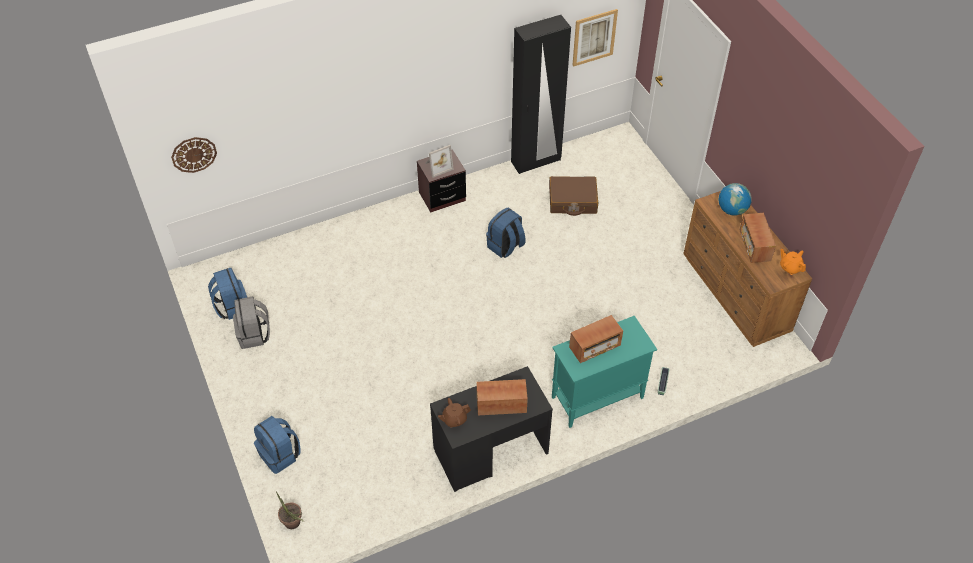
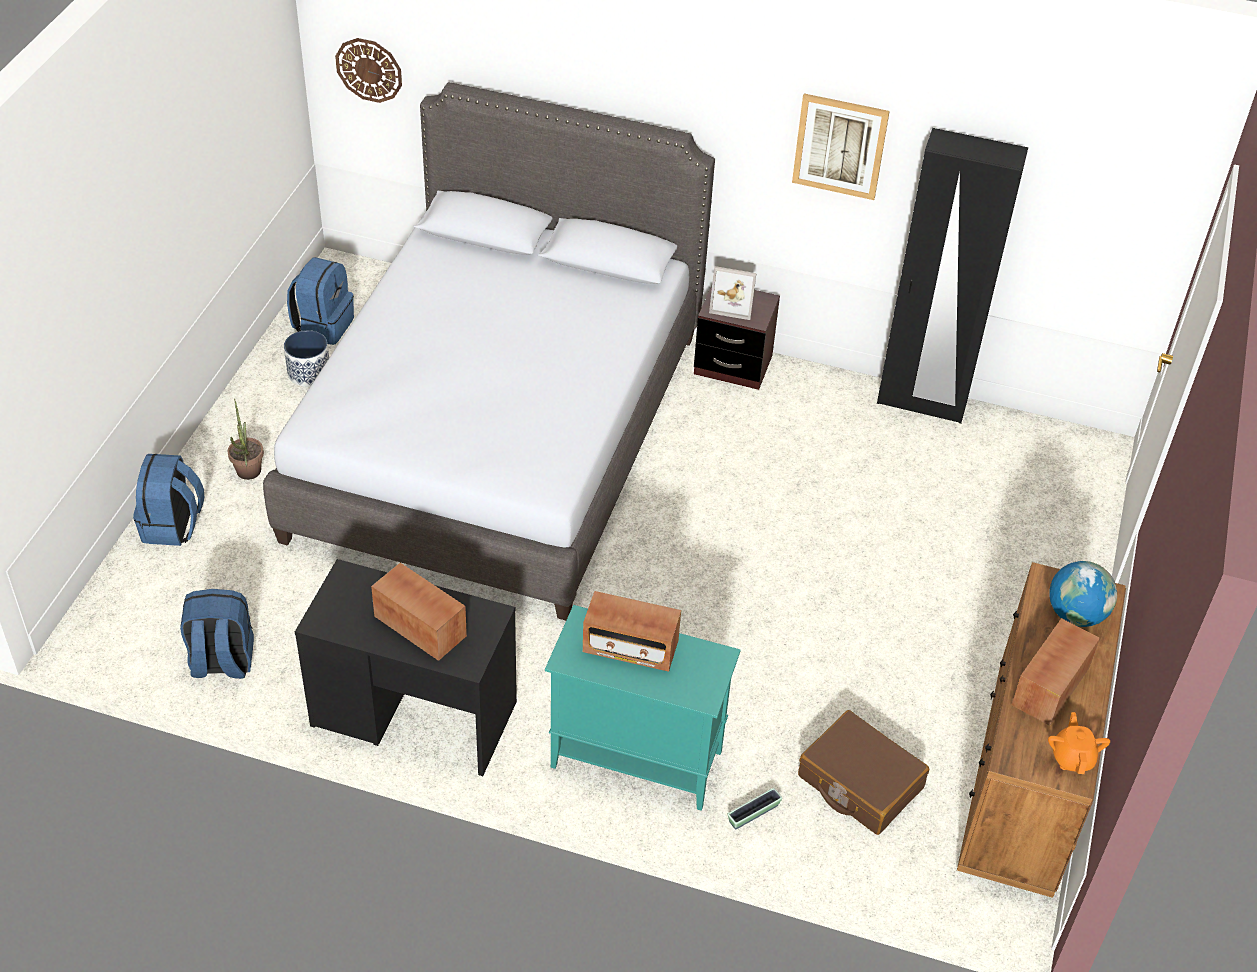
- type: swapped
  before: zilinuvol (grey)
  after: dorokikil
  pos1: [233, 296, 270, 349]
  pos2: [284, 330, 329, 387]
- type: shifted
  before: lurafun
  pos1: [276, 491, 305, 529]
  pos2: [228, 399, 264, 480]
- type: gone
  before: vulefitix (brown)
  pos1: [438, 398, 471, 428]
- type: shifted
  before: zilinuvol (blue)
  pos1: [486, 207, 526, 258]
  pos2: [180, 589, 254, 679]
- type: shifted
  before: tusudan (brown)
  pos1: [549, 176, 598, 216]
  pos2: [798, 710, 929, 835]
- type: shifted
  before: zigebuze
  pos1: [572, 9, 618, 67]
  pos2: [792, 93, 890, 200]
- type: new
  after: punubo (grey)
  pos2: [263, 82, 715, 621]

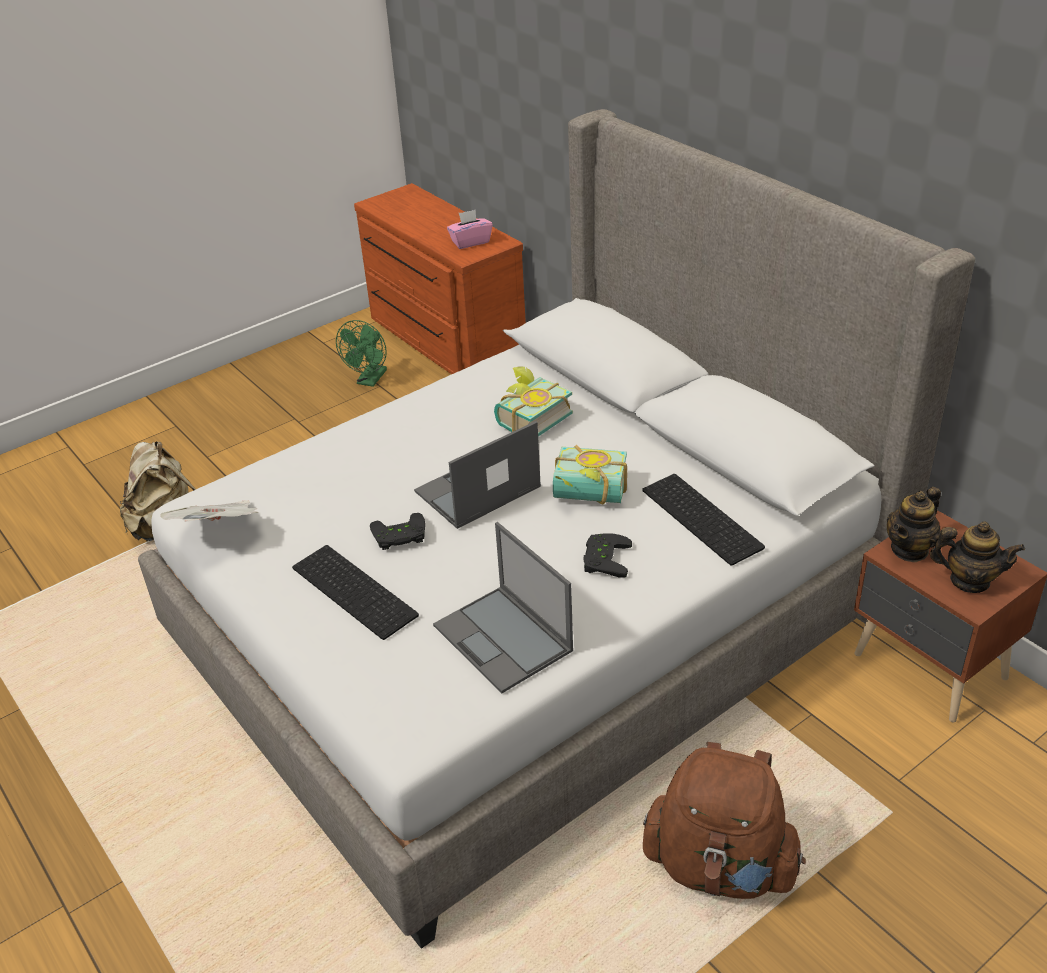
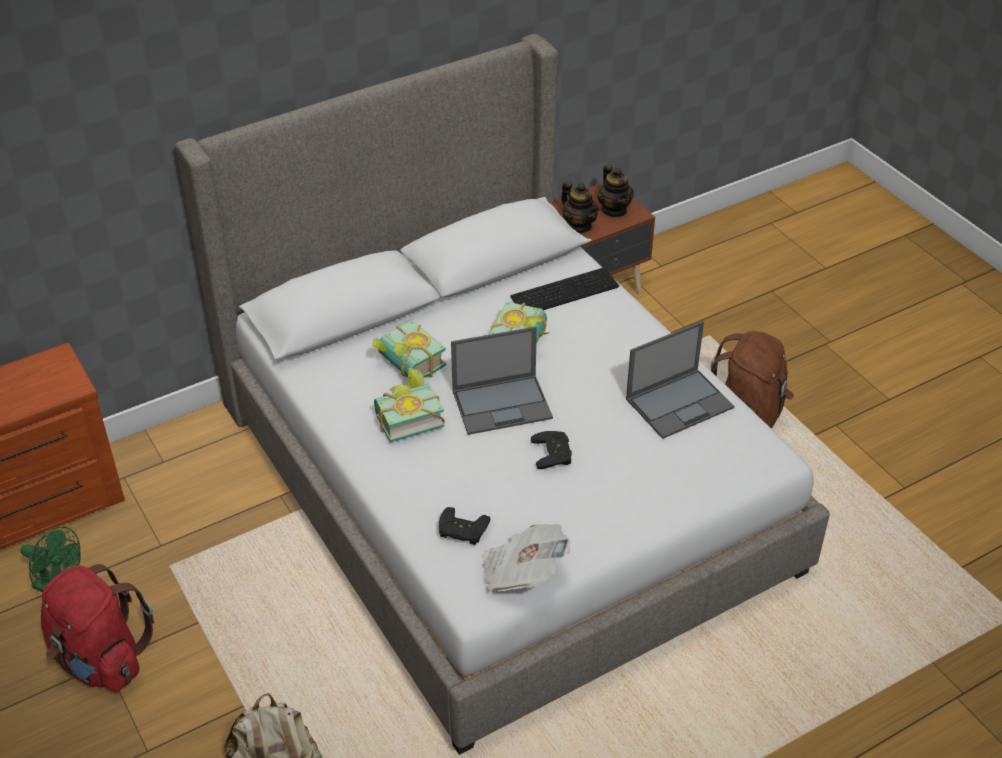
- type: gone
  before: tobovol
  pos1: [292, 545, 419, 640]
- type: rotated
  before: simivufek
  pos1: [414, 421, 541, 529]
  pos2: [451, 326, 553, 435]
  turn: -75
- type: gone
  before: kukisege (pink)
  pos1: [447, 209, 493, 249]
- type: shifted
  before: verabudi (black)
  pos1: [584, 533, 632, 578]
  pos2: [439, 507, 490, 545]
- type: rotated
  before: vulefitix
  pos1: [930, 521, 1025, 593]
  pos2: [597, 164, 634, 217]
  turn: 135
- type: new
  after: zilinuvol (red)
  pos2: [41, 564, 154, 692]
- type: new
  after: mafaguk
  pos2: [374, 368, 445, 443]

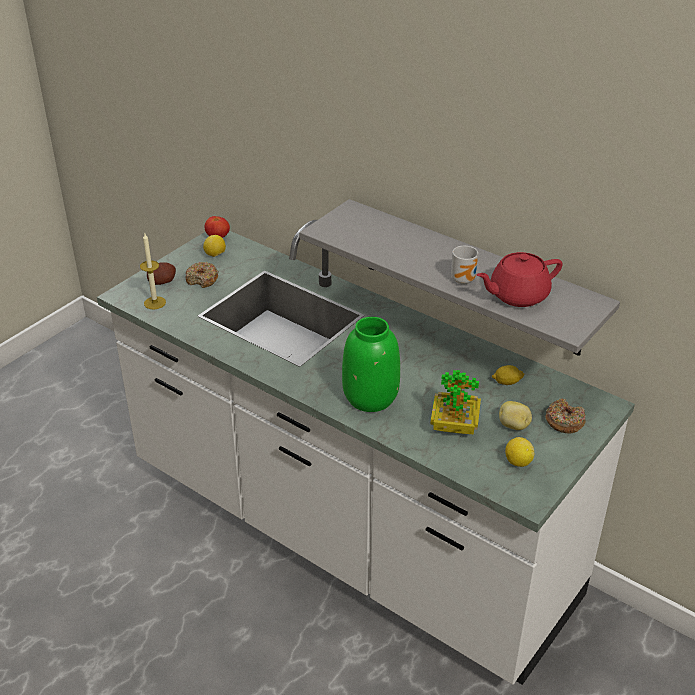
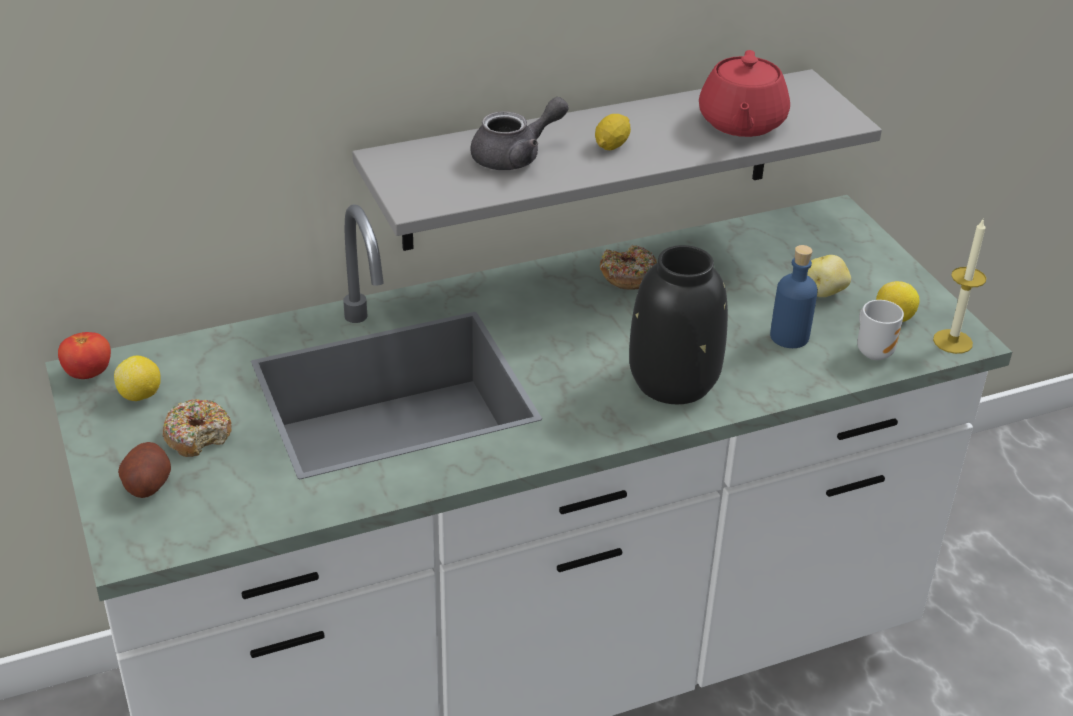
- type: shifted
  before: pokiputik
  pos1: [140, 234, 166, 310]
  pos2: [933, 218, 986, 354]
- type: repainted
  before: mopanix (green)
  after: mopanix (black)
  pos1: [342, 317, 400, 412]
  pos2: [629, 245, 728, 404]
- type: swapped
  before: lurafun
  after: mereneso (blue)
  pos1: [430, 370, 481, 434]
  pos2: [770, 245, 818, 348]
- type: shifted
  before: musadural
  pos1: [451, 246, 478, 285]
  pos2: [857, 300, 904, 360]
- type: shifted
  before: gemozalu
  pos1: [492, 365, 525, 385]
  pos2: [595, 114, 631, 150]
- type: shifted
  before: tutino
  pos1: [545, 399, 586, 434]
  pos2: [600, 245, 657, 290]
- type: new
  after: vulefitix (grey)
  pos2: [470, 97, 568, 170]

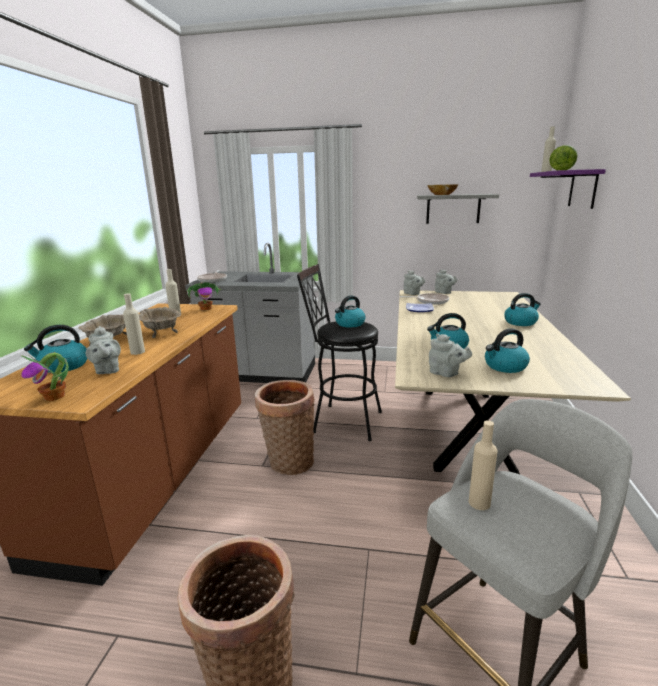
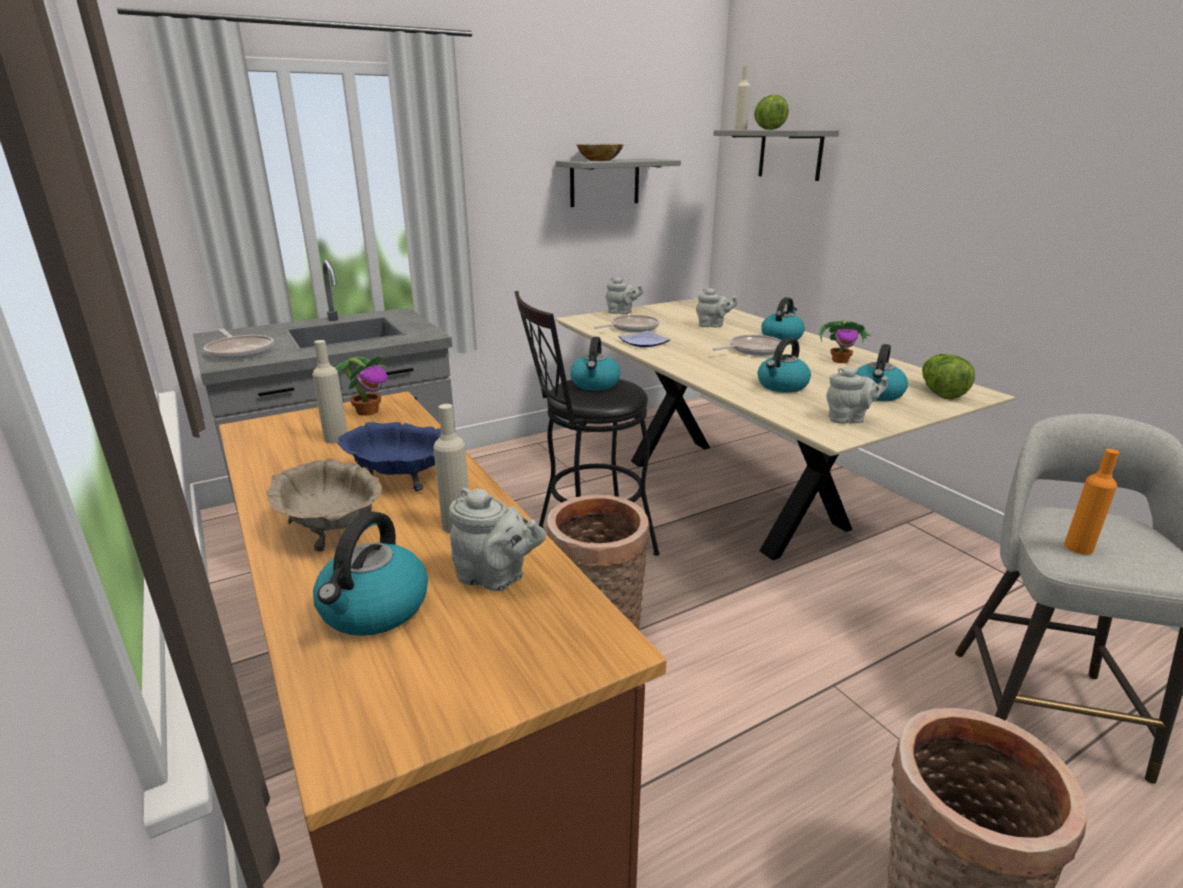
- type: shifted
  before: lurafun
  pos1: [21, 352, 69, 401]
  pos2: [819, 320, 871, 363]
- type: repainted
  before: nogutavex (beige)
  after: nogutavex (blue)
  pos1: [139, 307, 181, 338]
  pos2: [337, 422, 441, 492]
- type: shifted
  before: vulefitix (grey)
  pos1: [403, 270, 425, 295]
  pos2: [696, 288, 738, 328]
- type: repainted
  before: mereneso (beige)
  after: mereneso (orange)
  pos1: [469, 420, 498, 510]
  pos2: [1064, 449, 1119, 555]
- type: repainted
  before: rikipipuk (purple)
  after: rikipipuk (grey)
  pos1: [530, 169, 606, 209]
  pos2: [713, 130, 839, 181]
- type: new
  after: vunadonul
  pos2: [712, 335, 782, 356]
- type: new
  after: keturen
  pos2: [922, 354, 975, 399]

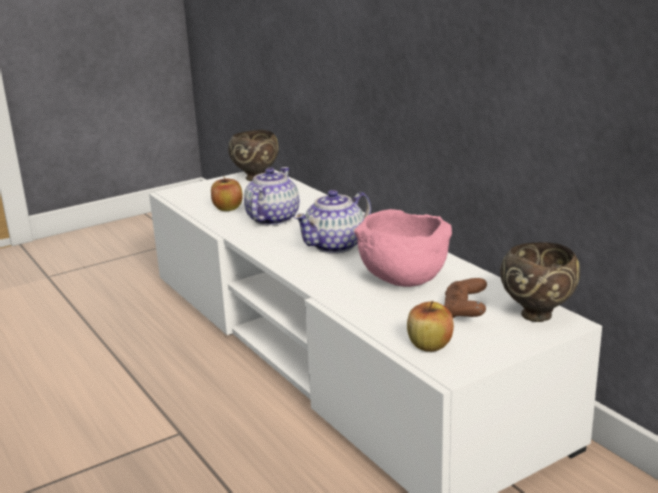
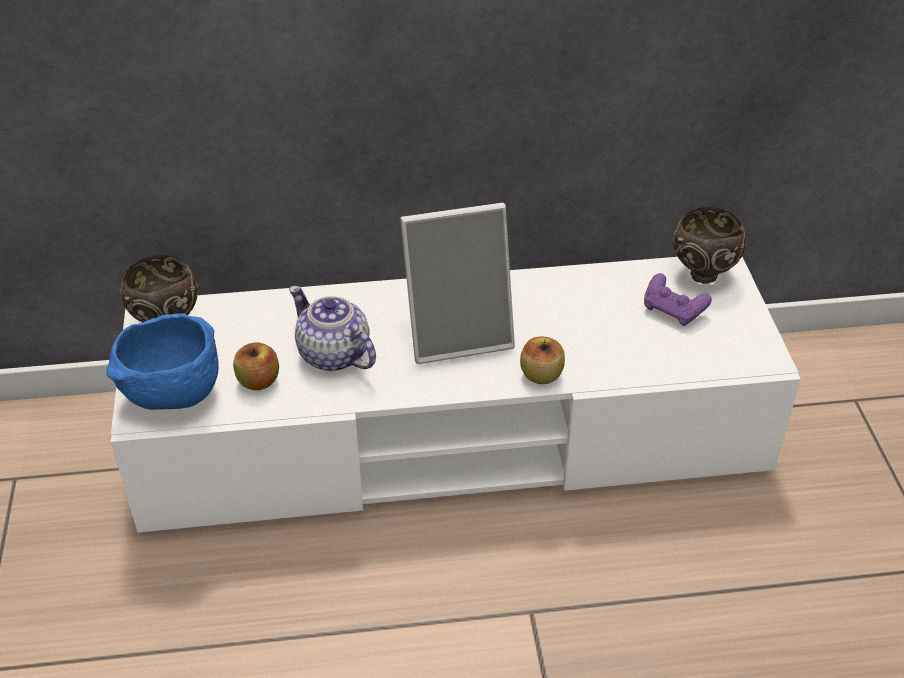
- type: swapped
  before: vulefitix
  after: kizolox
  pos1: [293, 190, 371, 254]
  pos2: [400, 203, 515, 364]
- type: gone
  before: nogutavex (pink)
  pos1: [354, 209, 452, 287]
- type: shifted
  before: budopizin
  pos1: [407, 301, 454, 352]
  pos2: [520, 336, 565, 384]
- type: repainted
  before: verabudi (brown)
  after: verabudi (purple)
  pos1: [444, 278, 487, 319]
  pos2: [644, 273, 712, 326]
- type: new
  after: nogutavex (blue)
  pos2: [106, 313, 219, 410]

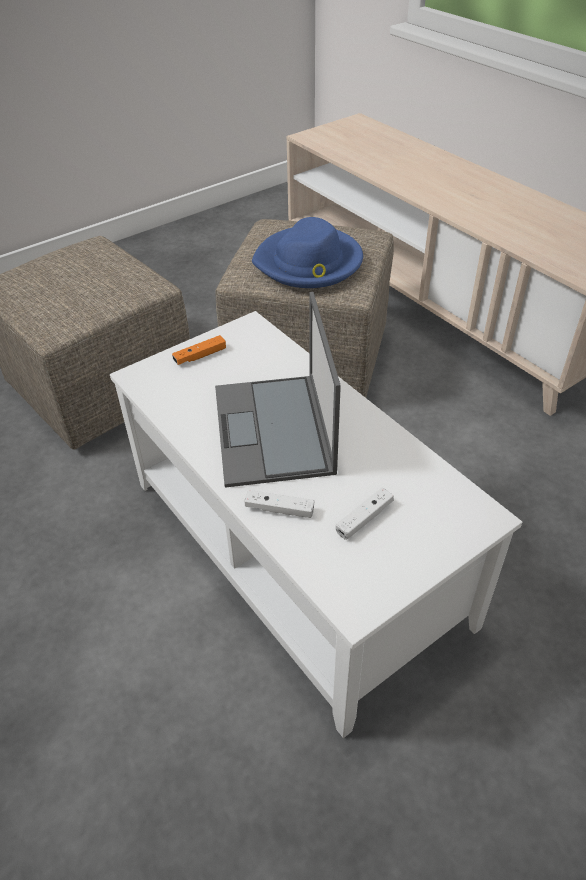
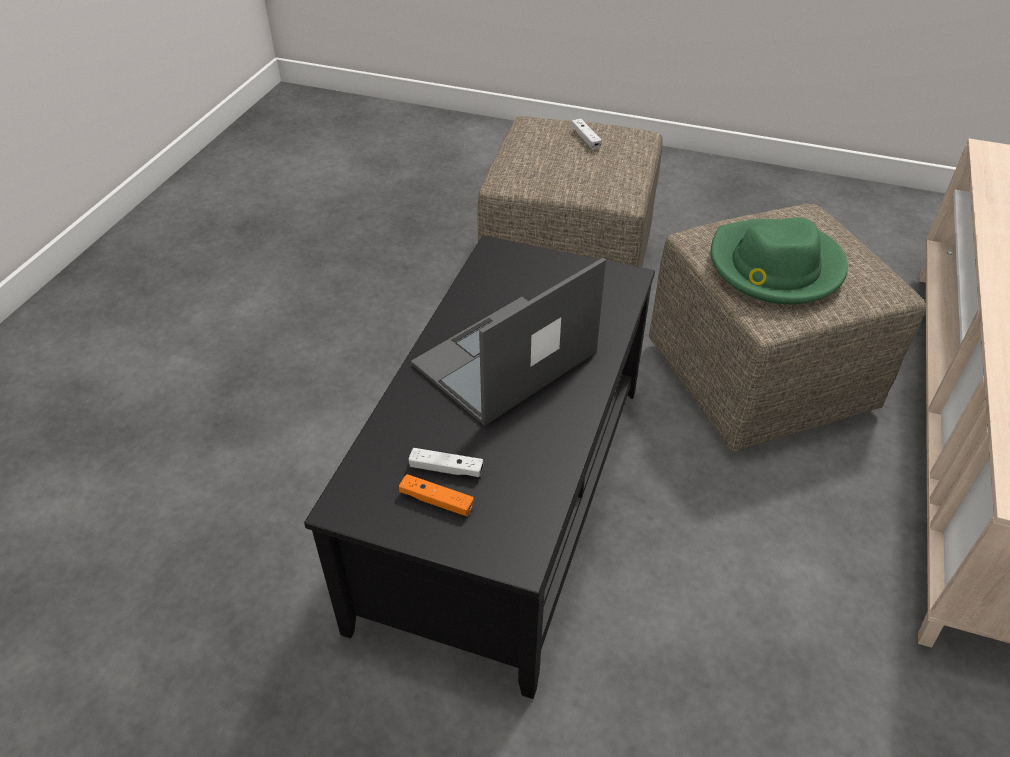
- type: repainted
  before: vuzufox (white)
  after: vuzufox (black)
  pos1: [110, 311, 522, 738]
  pos2: [304, 235, 655, 699]
- type: shifted
  before: verabudi (orange)
  pos1: [172, 335, 226, 365]
  pos2: [399, 474, 474, 516]
- type: shifted
  before: verabudi (white)
  pos1: [245, 490, 314, 518]
  pos2: [571, 119, 602, 150]
- type: repainted
  before: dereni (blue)
  after: dereni (green)
  pos1: [252, 217, 363, 288]
  pos2: [711, 217, 848, 305]

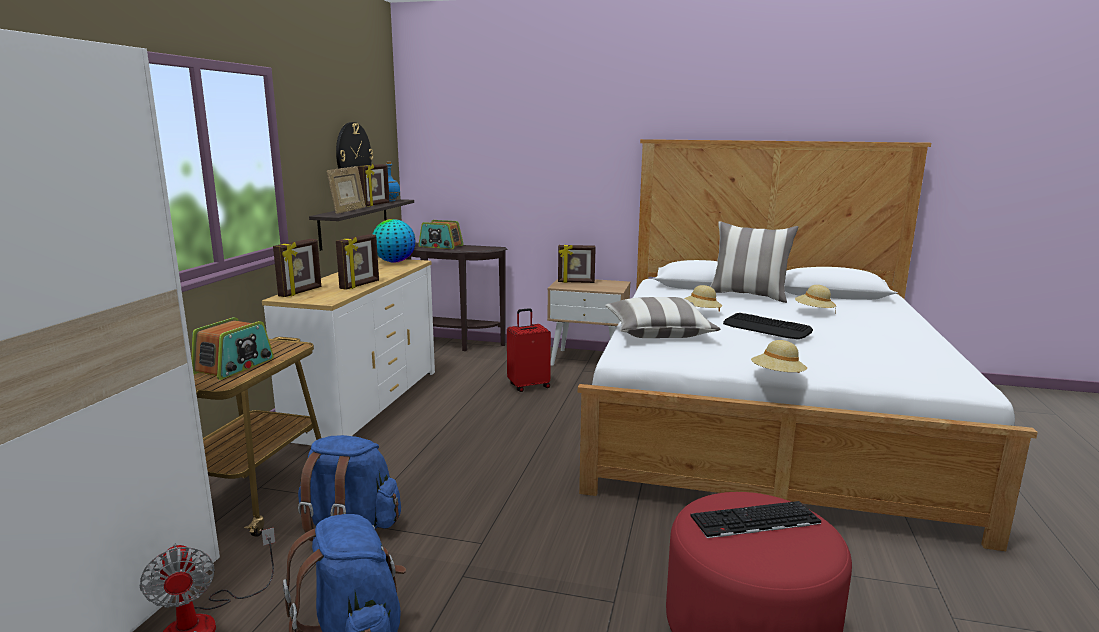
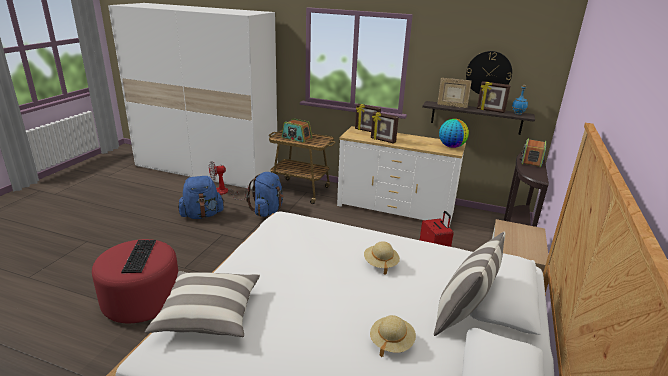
- type: gone
  before: kizolox
  pos1: [558, 245, 596, 283]
- type: shifted
  before: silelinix
  pos1: [605, 297, 721, 338]
  pos2: [145, 271, 260, 337]
- type: gone
  before: tobovol
  pos1: [723, 313, 813, 339]
- type: gone
  before: dereni (beige)
  pos1: [751, 340, 807, 373]

